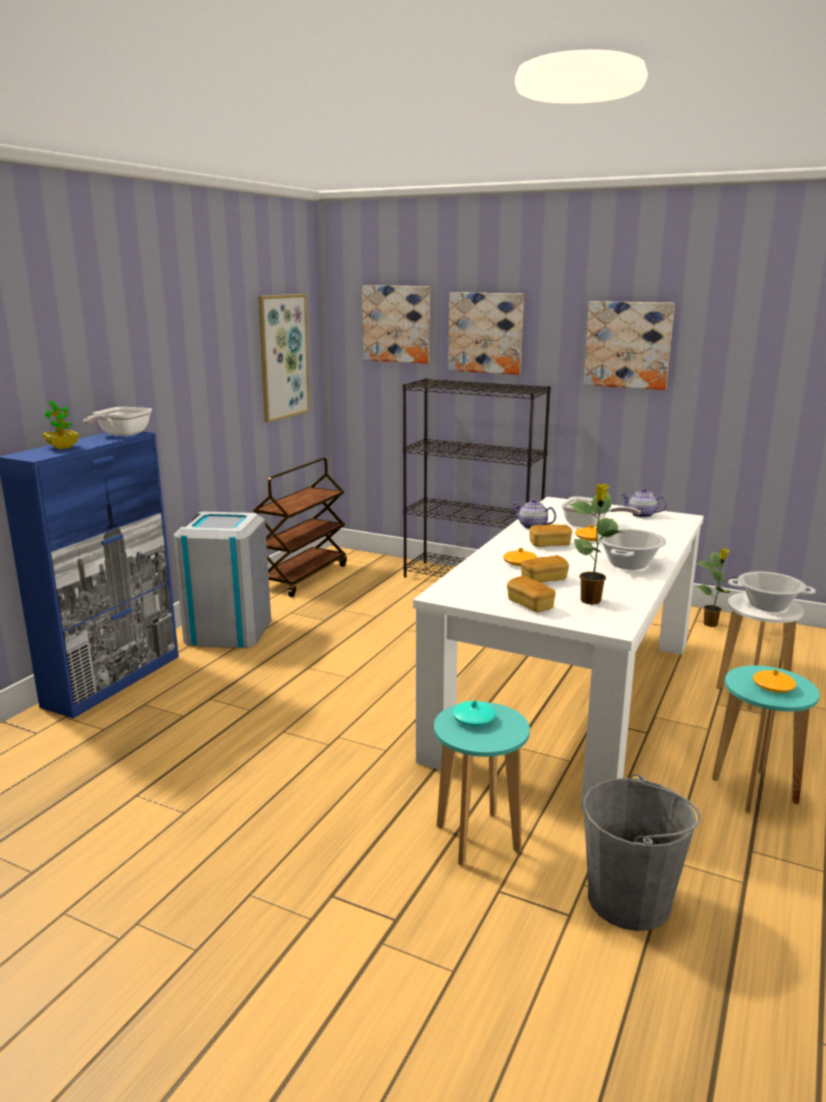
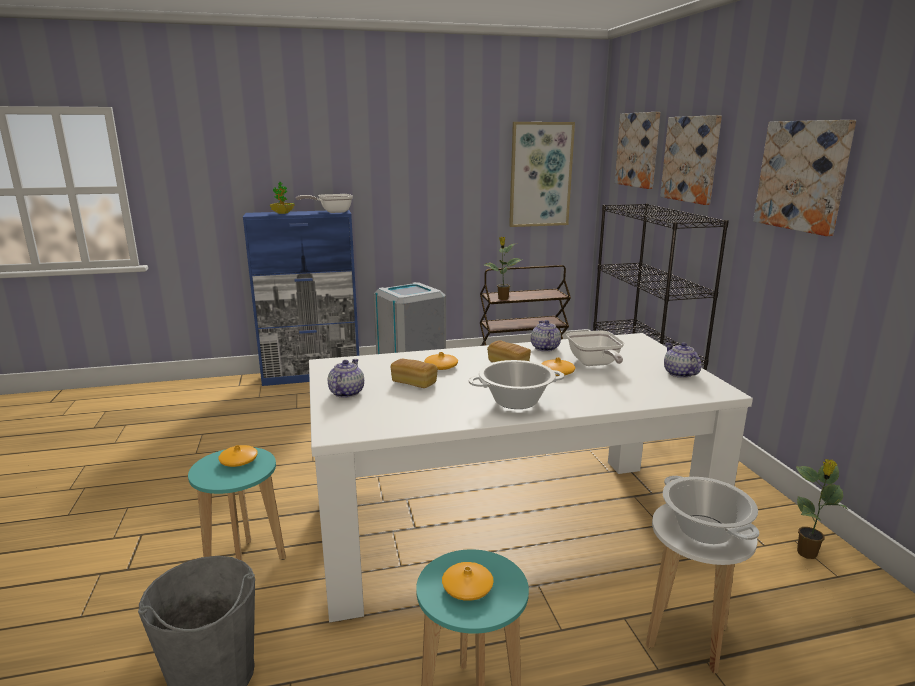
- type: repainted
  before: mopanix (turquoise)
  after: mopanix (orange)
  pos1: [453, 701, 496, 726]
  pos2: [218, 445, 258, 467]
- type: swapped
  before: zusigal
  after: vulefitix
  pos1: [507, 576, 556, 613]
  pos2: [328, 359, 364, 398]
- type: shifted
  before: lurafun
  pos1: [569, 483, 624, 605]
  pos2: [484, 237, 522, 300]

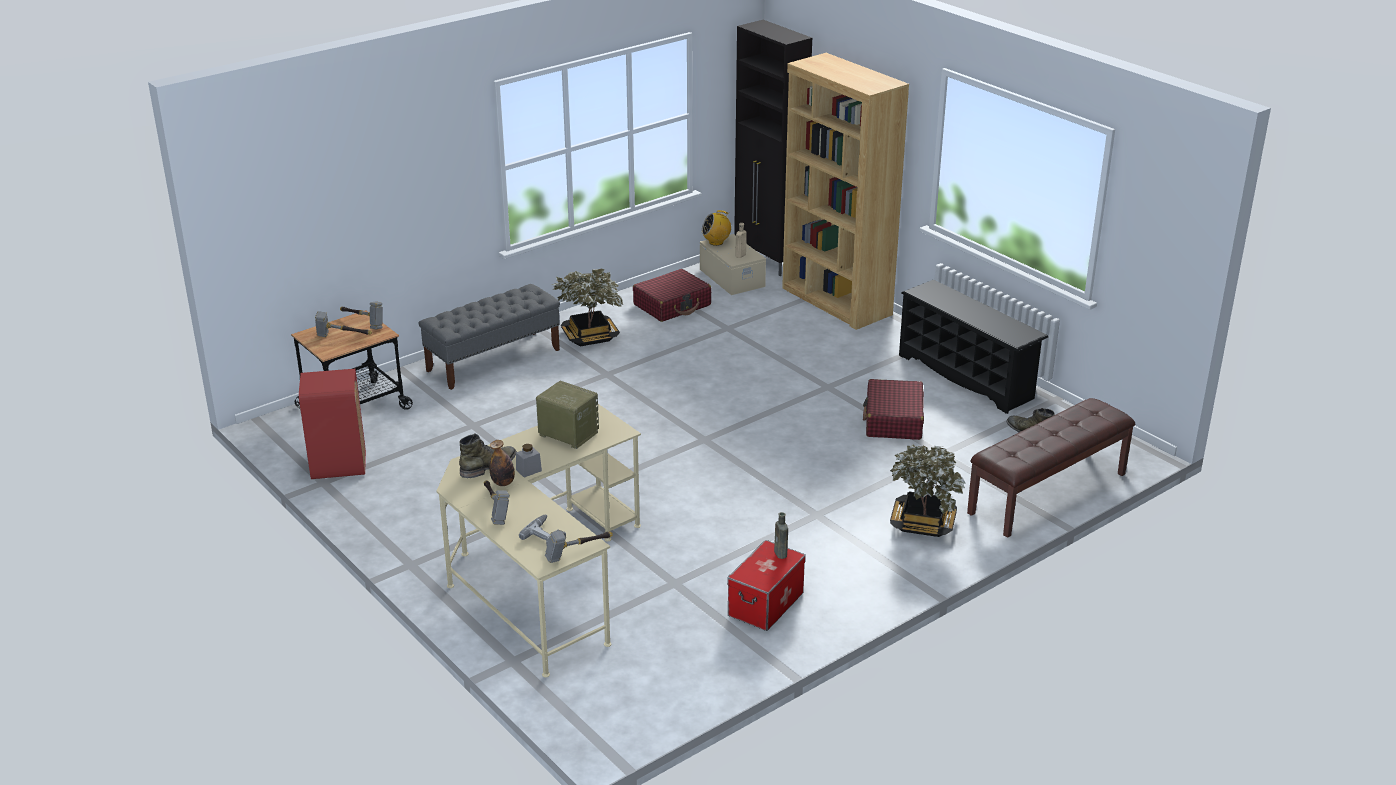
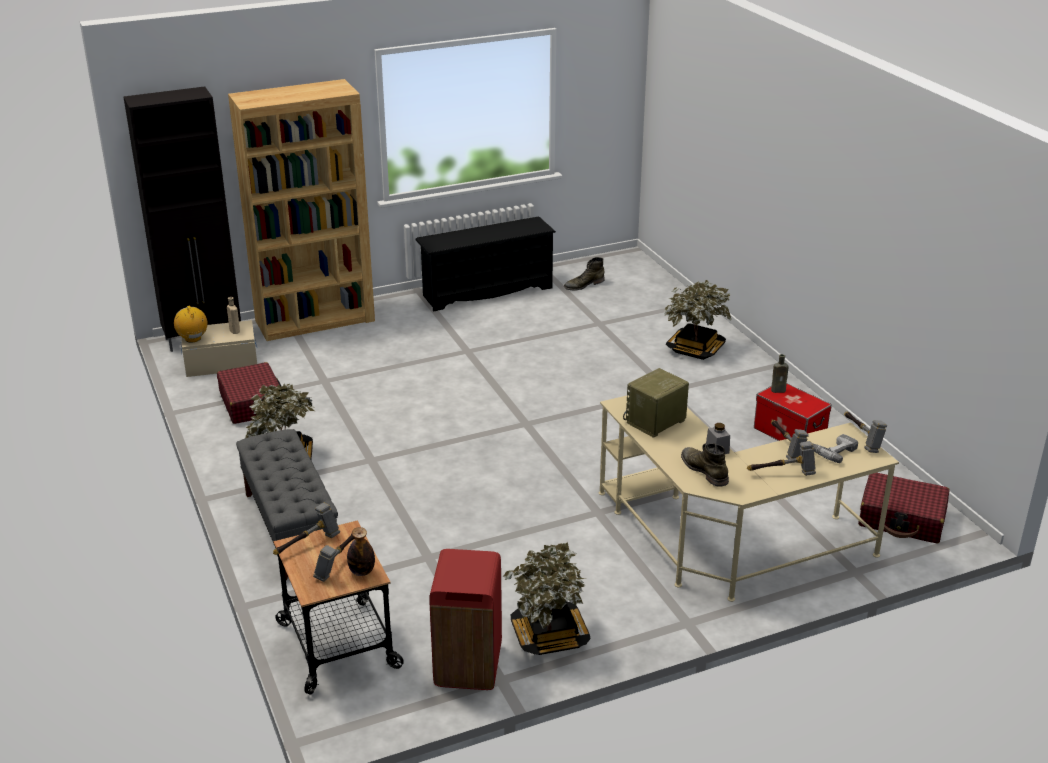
- type: shifted
  before: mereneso
  pos1: [489, 440, 515, 486]
  pos2: [347, 527, 375, 576]
- type: rotated
  before: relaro
  pos1: [702, 210, 731, 246]
  pos2: [174, 306, 208, 343]
  turn: 150
- type: shifted
  before: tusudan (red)
  pos1: [863, 379, 924, 440]
  pos2: [858, 473, 950, 543]
- type: gone
  before: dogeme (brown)
  pos1: [967, 398, 1135, 538]
- type: new
  after: lurafun
  pos2: [502, 542, 591, 655]
- type: new
  after: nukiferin
  pos2: [771, 420, 809, 460]

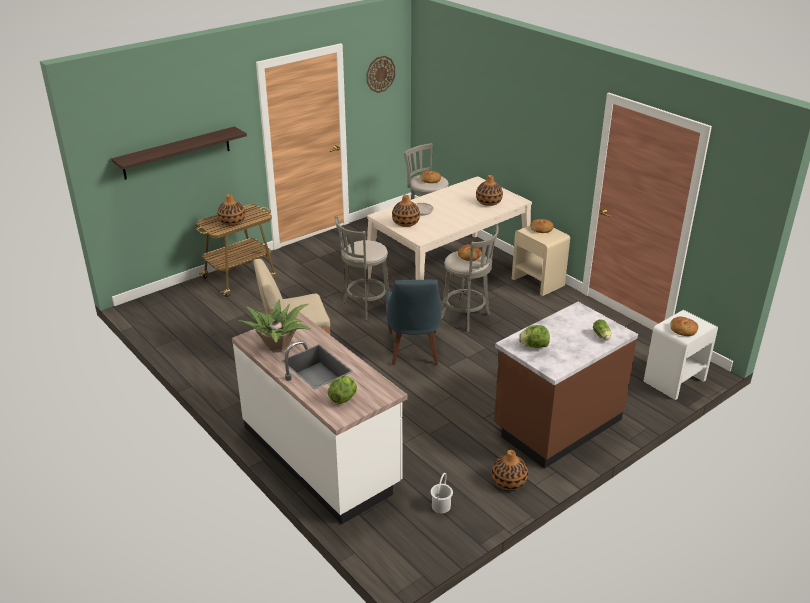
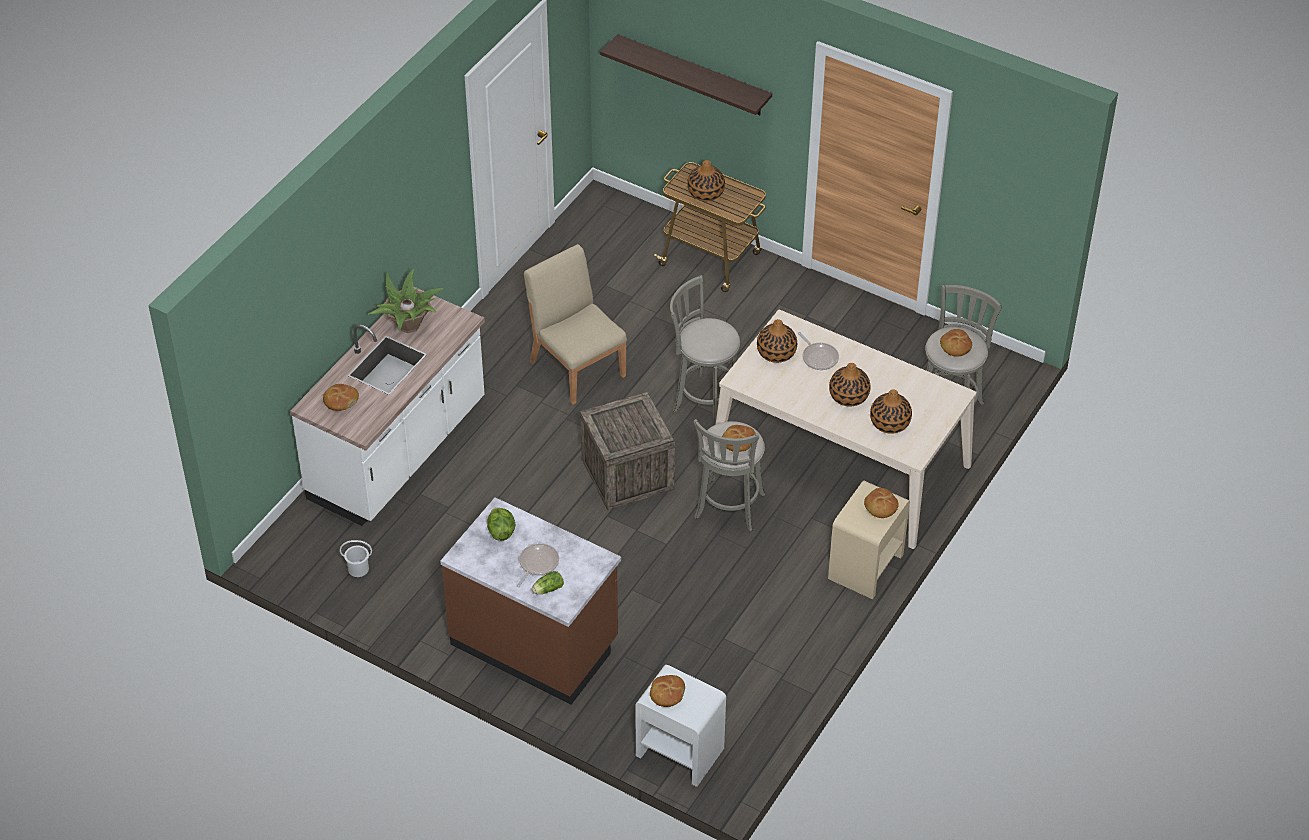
- type: swapped
  before: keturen
  after: zusigal
  pos1: [328, 376, 357, 404]
  pos2: [323, 384, 359, 411]
- type: gone
  before: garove
  pos1: [367, 56, 395, 93]
- type: swapped
  before: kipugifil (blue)
  after: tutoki
  pos1: [386, 280, 441, 365]
  pos2: [580, 392, 675, 510]
- type: shifted
  before: mopanix
  pos1: [491, 450, 528, 490]
  pos2: [829, 363, 871, 407]
- type: new
  after: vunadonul
  pos2: [516, 543, 559, 587]

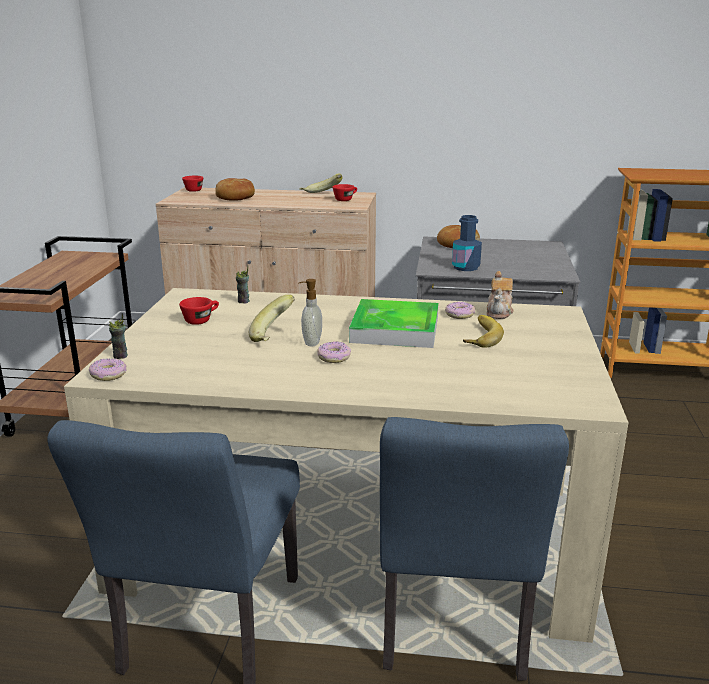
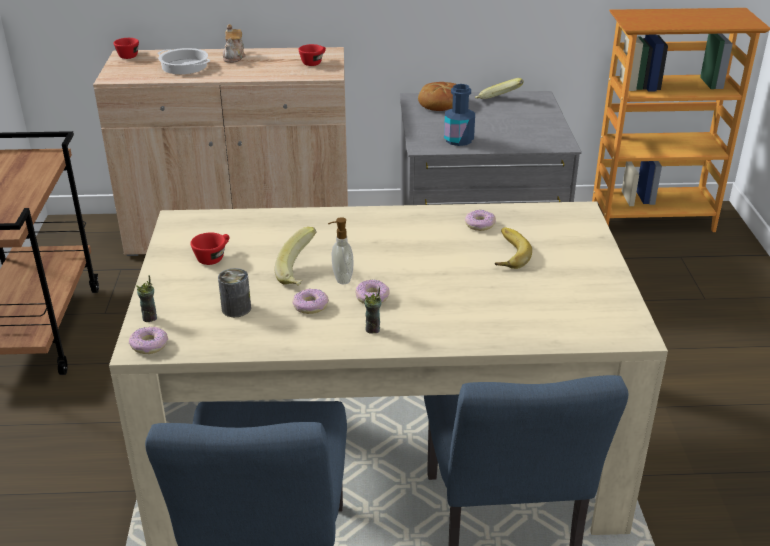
- type: swapped
  before: zusigal
  after: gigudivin
  pos1: [215, 178, 255, 201]
  pos2: [157, 48, 211, 74]
- type: shifted
  before: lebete
  pos1: [236, 266, 250, 304]
  pos2: [365, 287, 382, 334]
- type: shifted
  before: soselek
  pos1: [300, 173, 343, 193]
  pos2: [475, 78, 524, 99]
- type: gone
  before: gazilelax
  pos1: [349, 299, 438, 348]
- type: shifted
  before: vulefitix
  pos1: [486, 271, 514, 319]
  pos2: [223, 24, 246, 63]
- type: new
  after: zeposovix
  pos2: [218, 268, 251, 317]
- type: new
  after: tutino
  pos2: [292, 289, 329, 314]

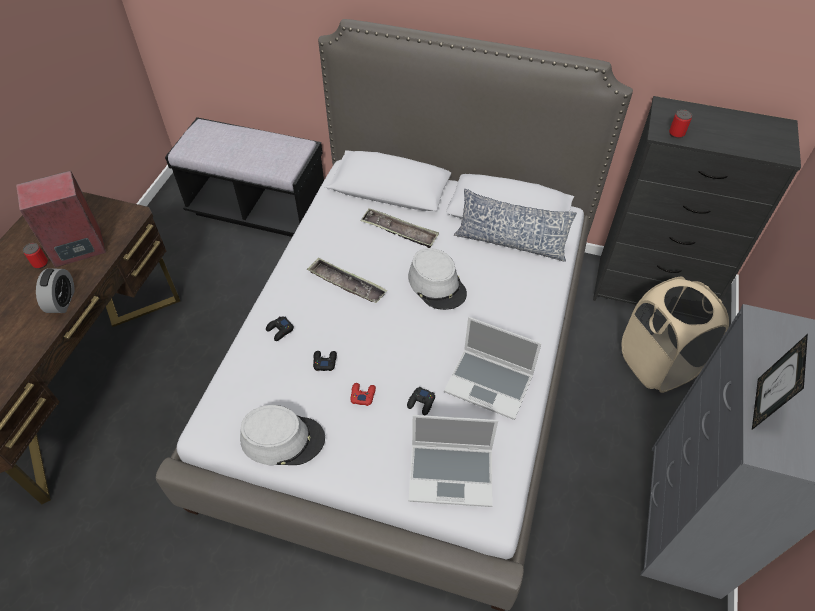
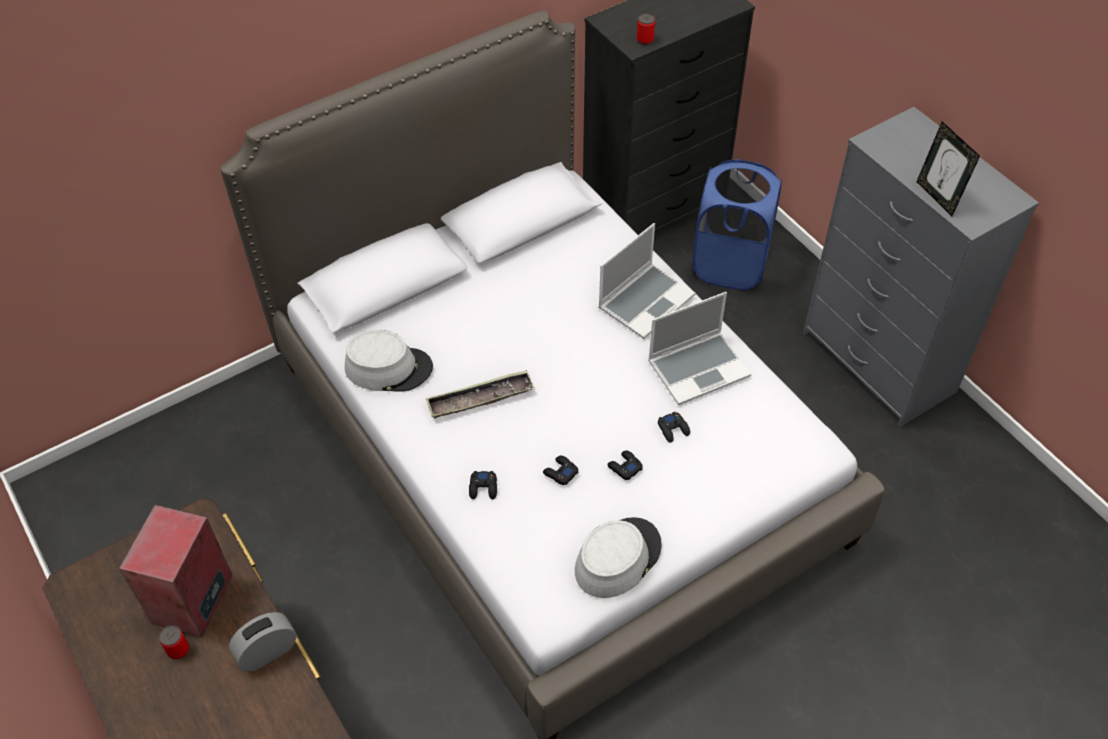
- type: rotated
  before: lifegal
  pos1: [36, 269, 75, 313]
  pos2: [229, 612, 296, 671]
  turn: -75
- type: gone
  before: dogeme (black)
  pos1: [165, 117, 324, 237]
- type: repainted
  before: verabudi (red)
  after: verabudi (black)
  pos1: [350, 383, 376, 406]
  pos2: [607, 450, 643, 480]
- type: gone
  before: gazilelax
  pos1: [360, 208, 439, 248]
- type: shifted
  before: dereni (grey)
  pos1: [408, 248, 467, 310]
  pos2: [345, 330, 433, 392]
- type: shifted
  before: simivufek
  pos1: [408, 415, 498, 507]
  pos2: [598, 223, 695, 339]
- type: gone
  before: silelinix
  pos1: [454, 189, 577, 262]
- type: repainted
  before: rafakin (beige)
  after: rafakin (blue)
  pos1: [622, 277, 729, 393]
  pos2: [692, 159, 782, 290]

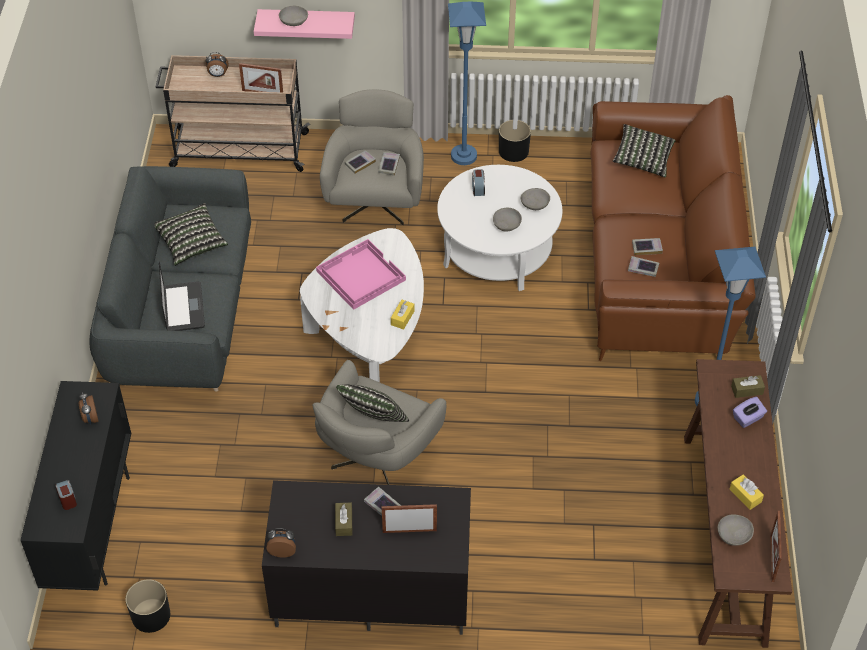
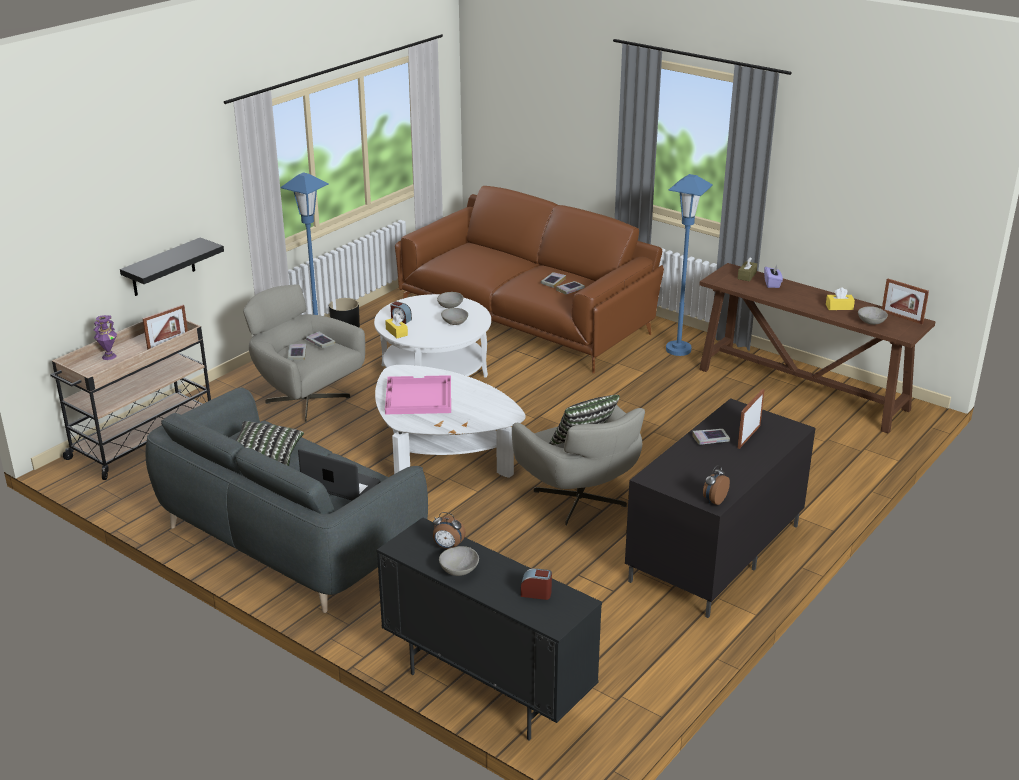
- type: gone
  before: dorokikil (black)
  pos1: [125, 579, 170, 633]
- type: swapped
  before: lifegal
  after: mopanix (purple)
  pos1: [205, 52, 228, 77]
  pos2: [94, 315, 117, 360]
- type: repainted
  before: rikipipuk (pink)
  after: rikipipuk (black)
  pos1: [254, 9, 355, 39]
  pos2: [120, 237, 224, 296]
- type: shifted
  before: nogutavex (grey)
  pos1: [279, 6, 308, 26]
  pos2: [439, 546, 479, 576]
- type: gone
  before: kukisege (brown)
  pos1: [335, 503, 352, 536]
- type: shifted
  before: kukisege (yellow)
  pos1: [391, 300, 415, 329]
  pos2: [385, 314, 408, 338]
- type: gone
  before: silelinix
  pos1: [613, 124, 676, 177]

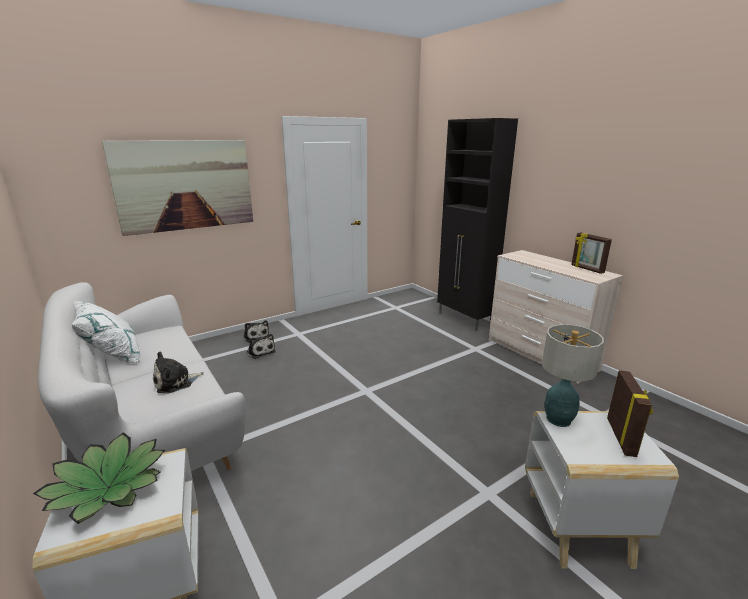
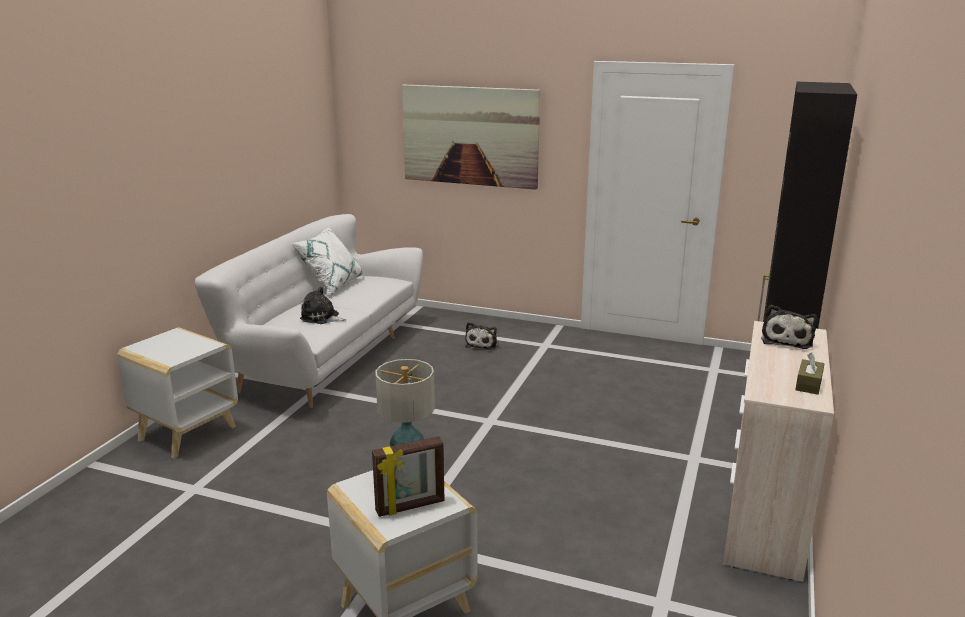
- type: gone
  before: lurafun
  pos1: [33, 432, 165, 524]
- type: shifted
  before: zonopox
  pos1: [243, 320, 269, 343]
  pos2: [761, 305, 817, 349]
- type: swapped
  before: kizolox
  after: kukisege (brown)
  pos1: [571, 233, 612, 274]
  pos2: [795, 353, 825, 395]

